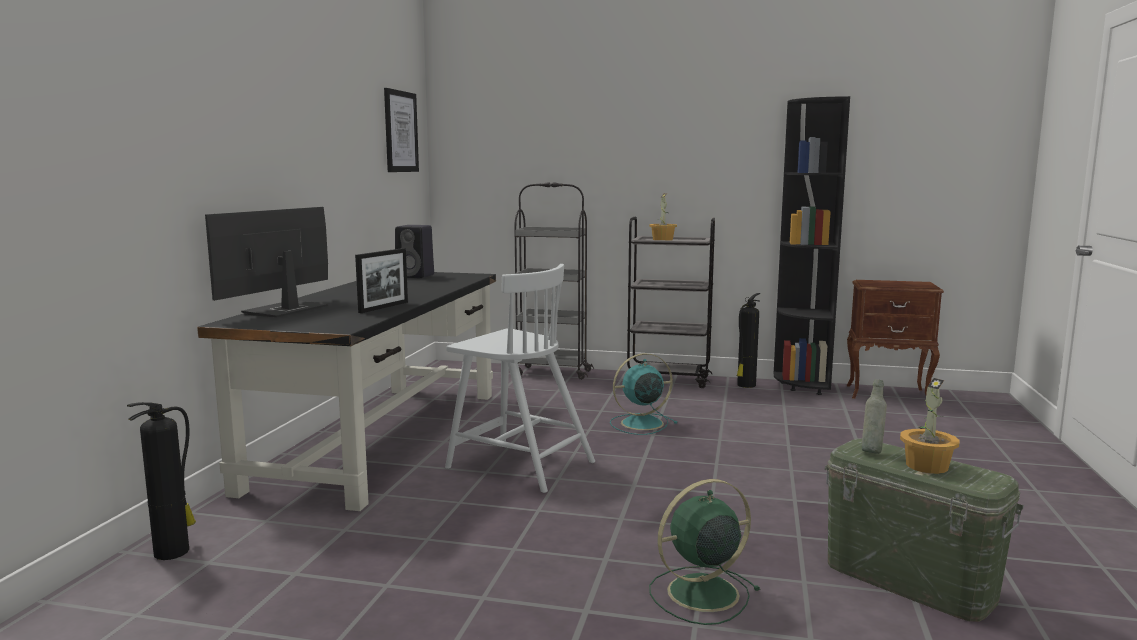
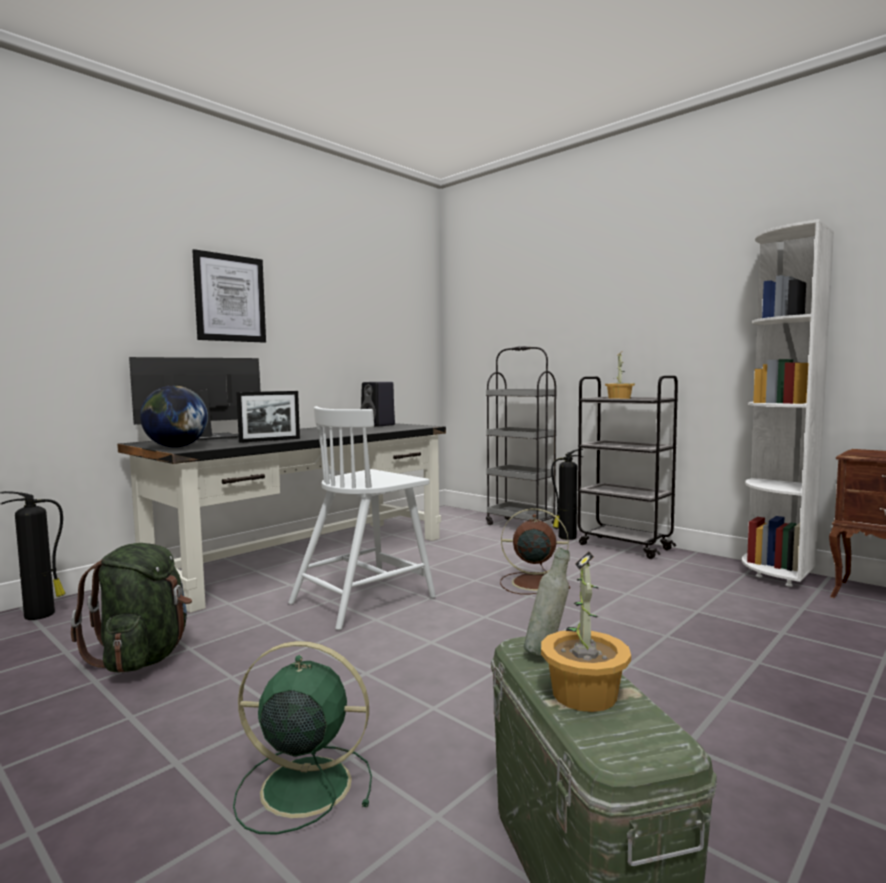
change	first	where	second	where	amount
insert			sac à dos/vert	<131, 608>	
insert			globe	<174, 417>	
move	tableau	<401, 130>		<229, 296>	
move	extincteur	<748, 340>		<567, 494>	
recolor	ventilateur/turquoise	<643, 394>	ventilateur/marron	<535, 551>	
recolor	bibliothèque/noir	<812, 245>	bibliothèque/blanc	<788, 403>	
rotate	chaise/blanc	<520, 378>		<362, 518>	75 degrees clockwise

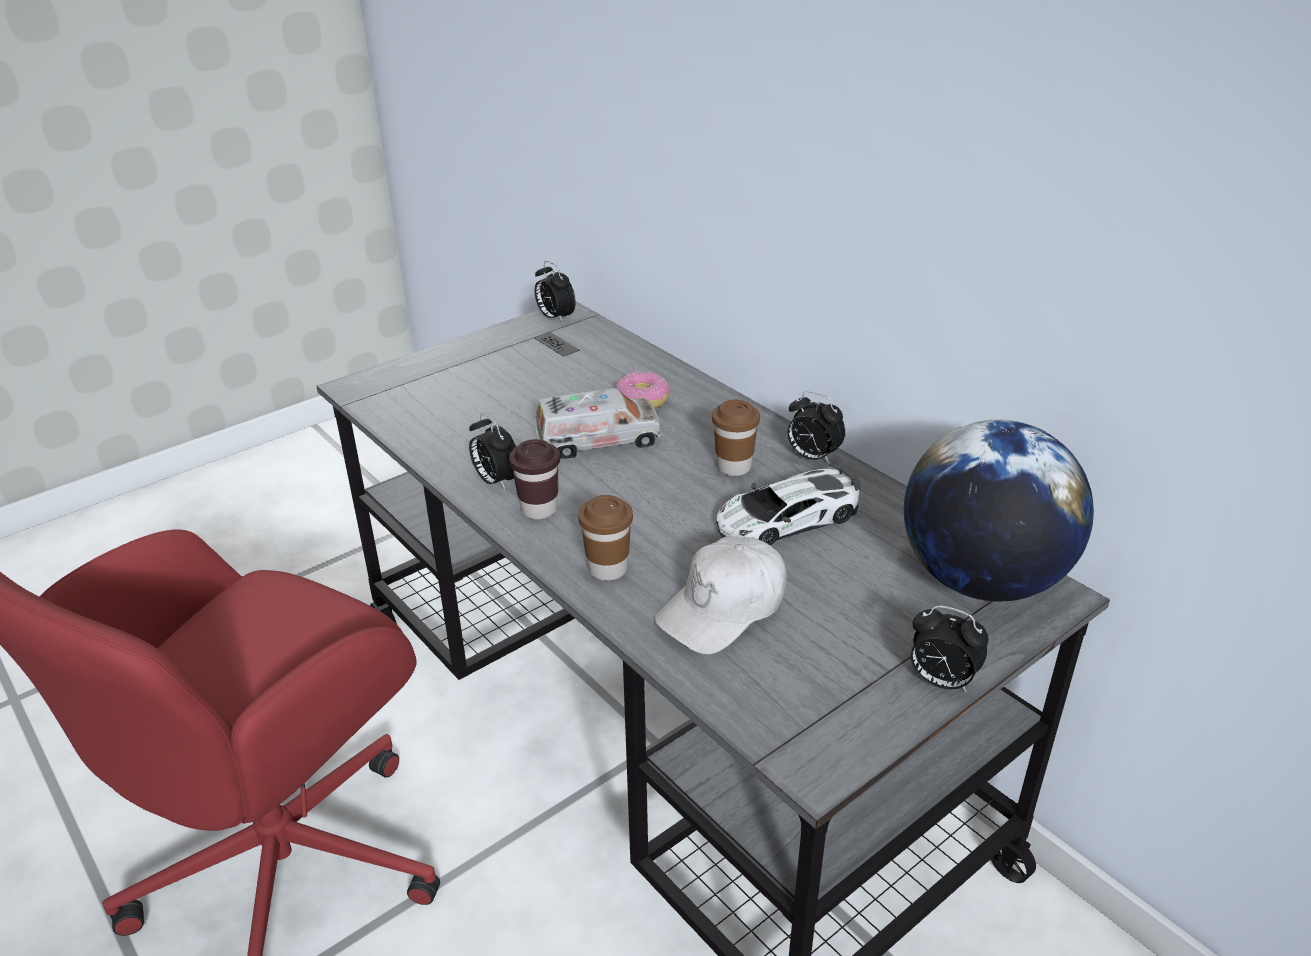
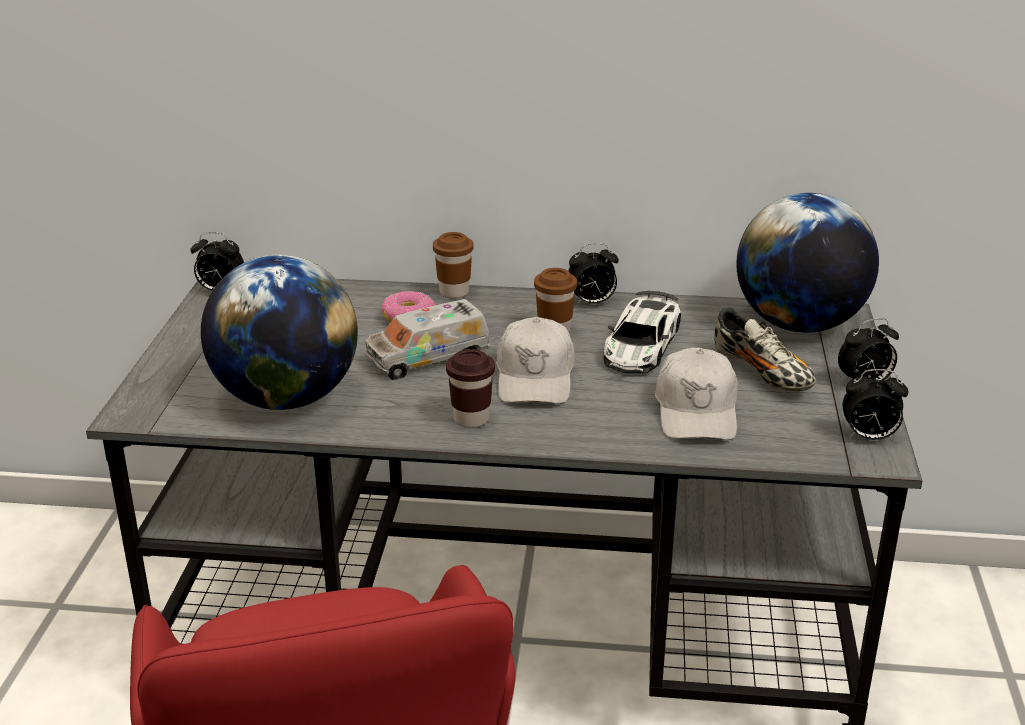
change	first	where	second	where	amount
insert			globe	<279, 332>	
insert			casquette/blanc	<535, 360>	
insert			chaussure	<765, 349>	
move	réveil	<492, 452>		<875, 404>	
move	tasse/marron	<605, 538>		<453, 265>	
rotate	camion jouet	<598, 423>		<427, 339>	150 degrees counterclockwise

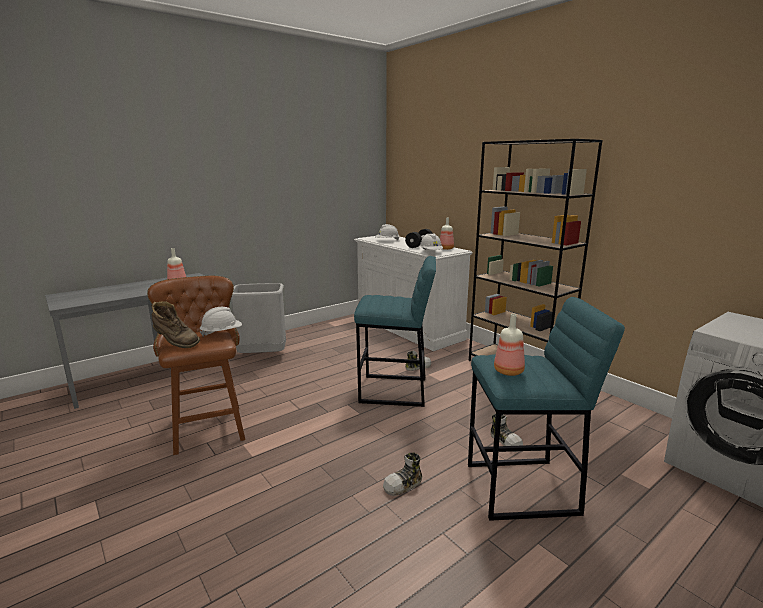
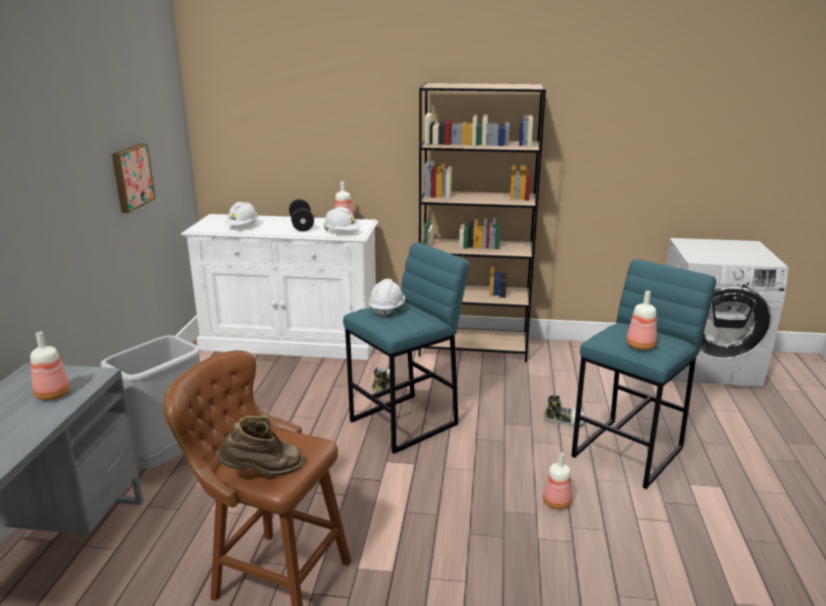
change	first	where	second	where	amount
insert			tableau	<134, 178>	
move	casque de chantier/blanc	<221, 322>		<387, 298>	
replace	chaussure	<402, 474>	bouteille	<557, 481>	

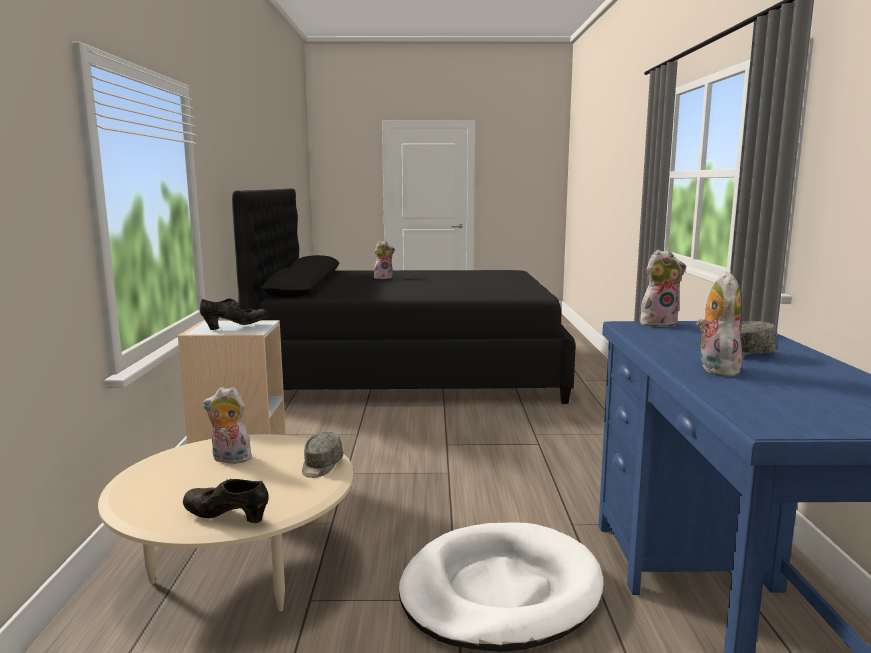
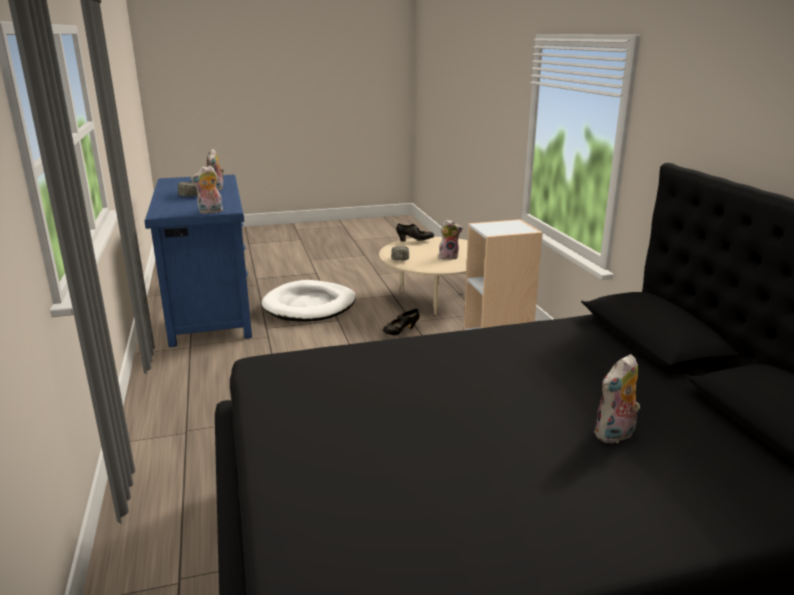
change	first	where	second	where	amount
move	chaussure/noir	<235, 314>		<401, 321>	

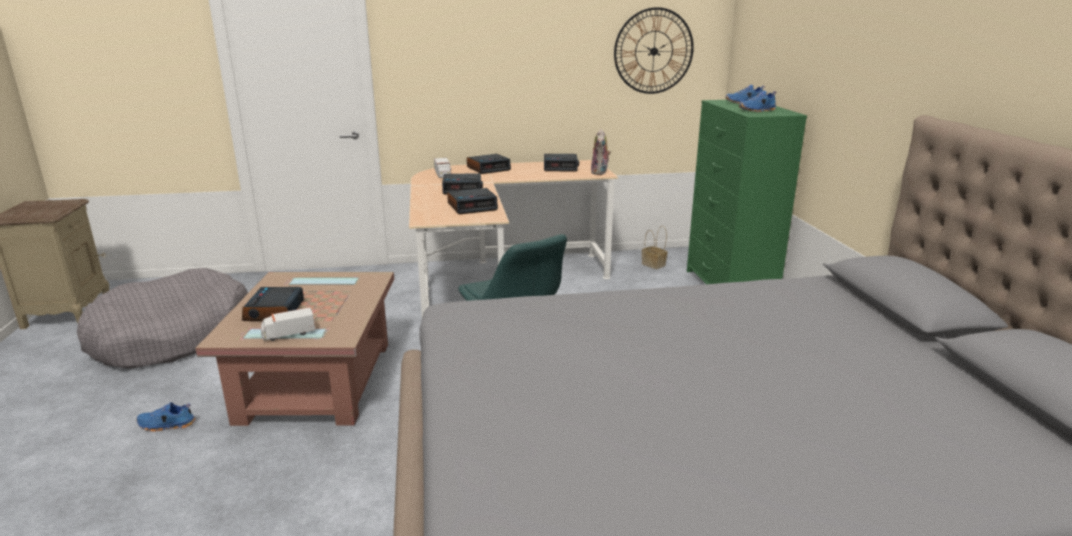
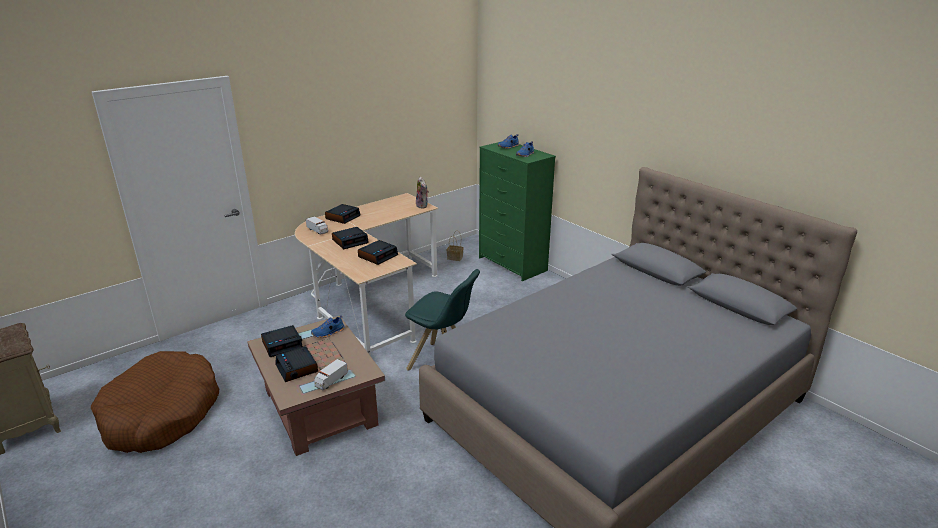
change	first	where	second	where	amount
delete	horloge murale	<654, 50>			
move	chaussure/bleu	<166, 417>		<328, 326>	
move	réveil	<561, 162>		<282, 341>	
recolor	panier pour chien/gris	<162, 318>	panier pour chien/marron	<155, 402>	

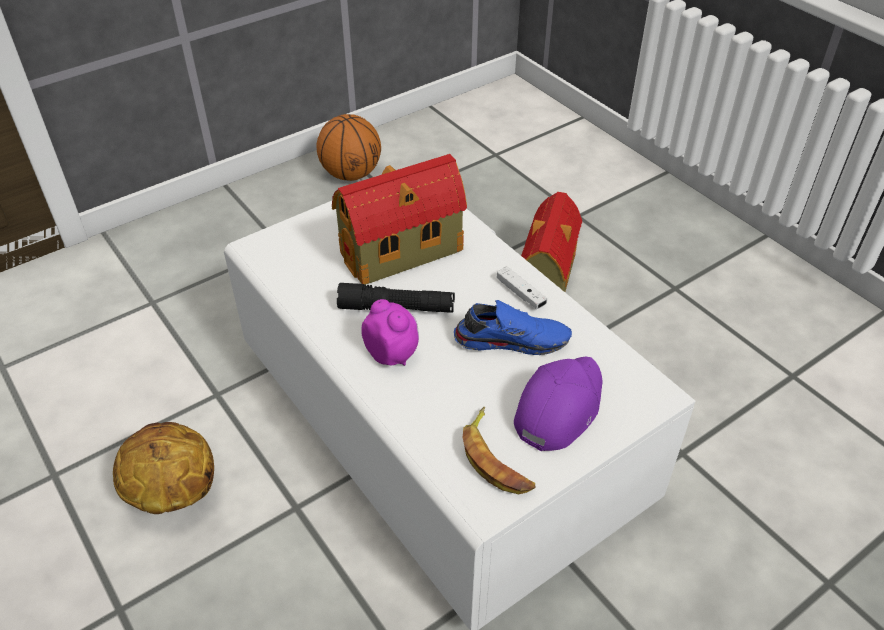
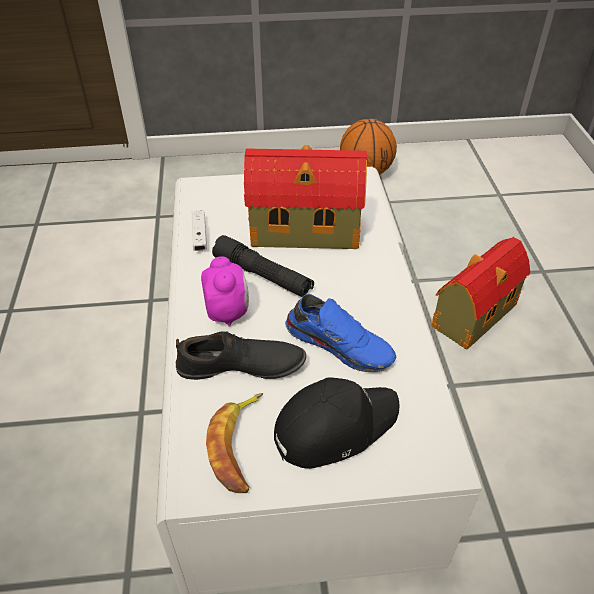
change	first	where	second	where	amount
delete	ballon de basket	<163, 468>			
insert			chaussure/noir	<241, 355>	
move	manette/blanc	<522, 287>		<199, 230>	
recolor	casquette/violet	<558, 403>	casquette/noir	<337, 423>	

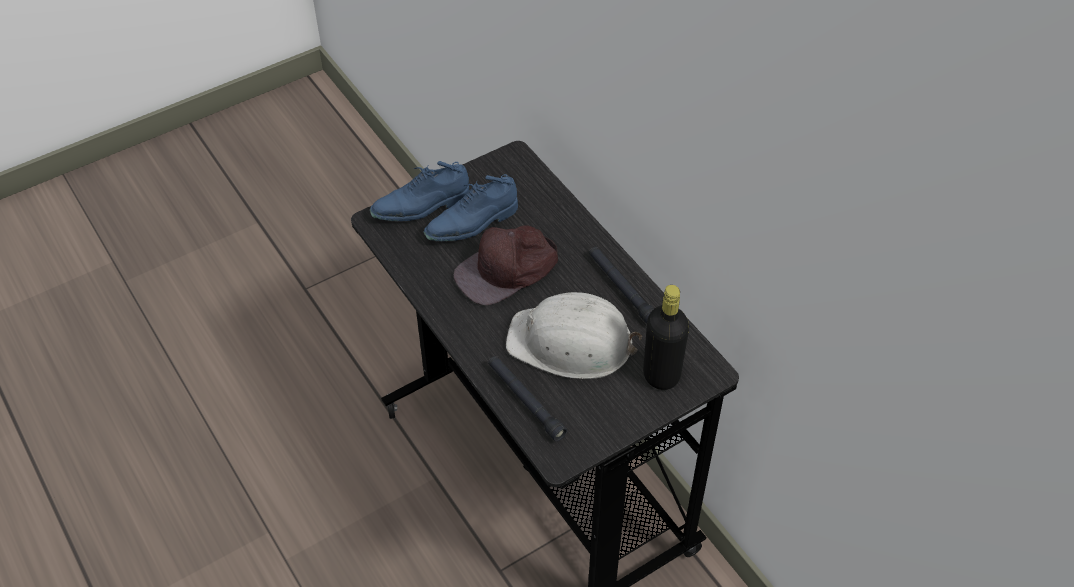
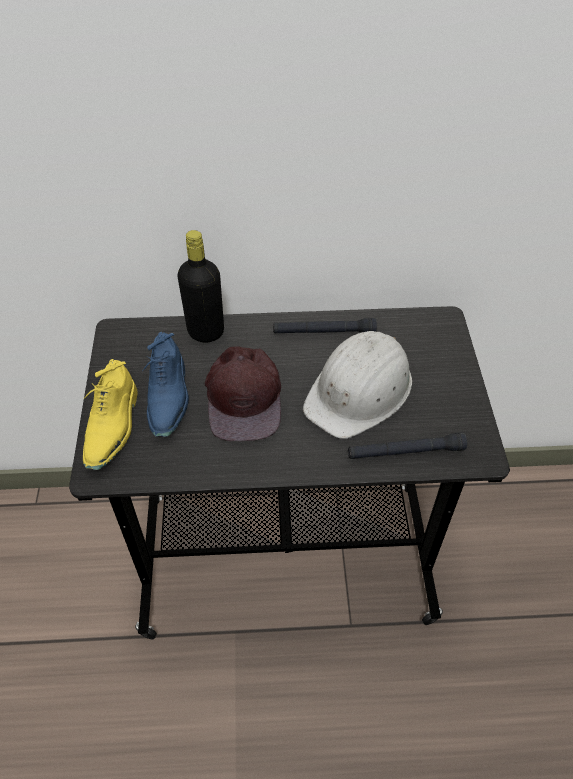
change	first	where	second	where	amount
move	bouteille/noir	<666, 337>		<201, 286>	
recolor	chaussure/bleu	<419, 191>	chaussure/jaune	<110, 414>	

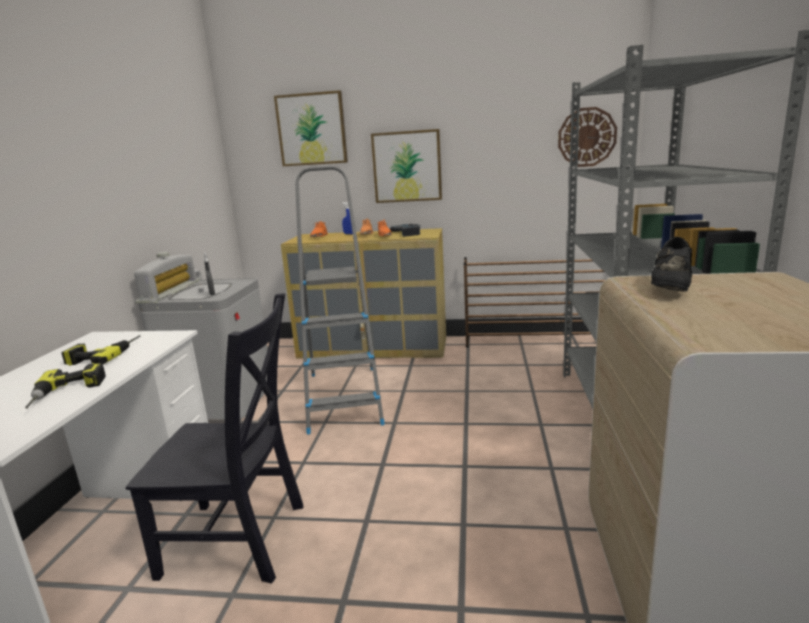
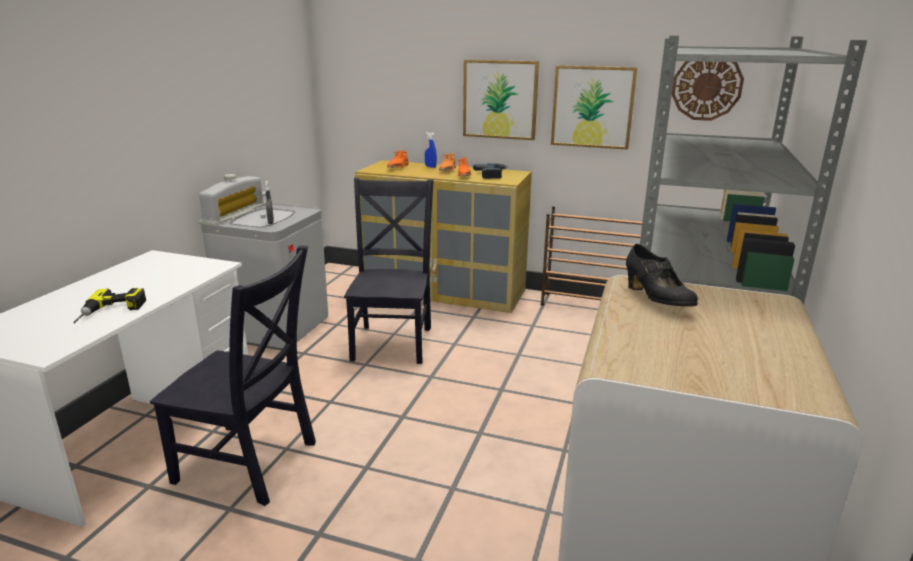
change	first	where	second	where	amount
delete	perceuse	<100, 350>			
move	tableau	<311, 128>		<594, 107>	
replace	escabeau/gris	<340, 300>	chaise/noir	<389, 270>	
rotate	chaussure/noir	<671, 264>		<662, 275>	60 degrees counterclockwise

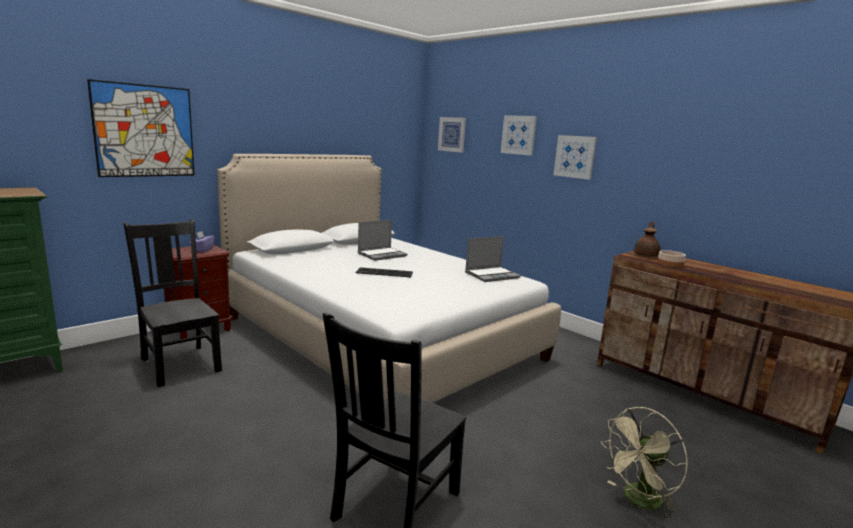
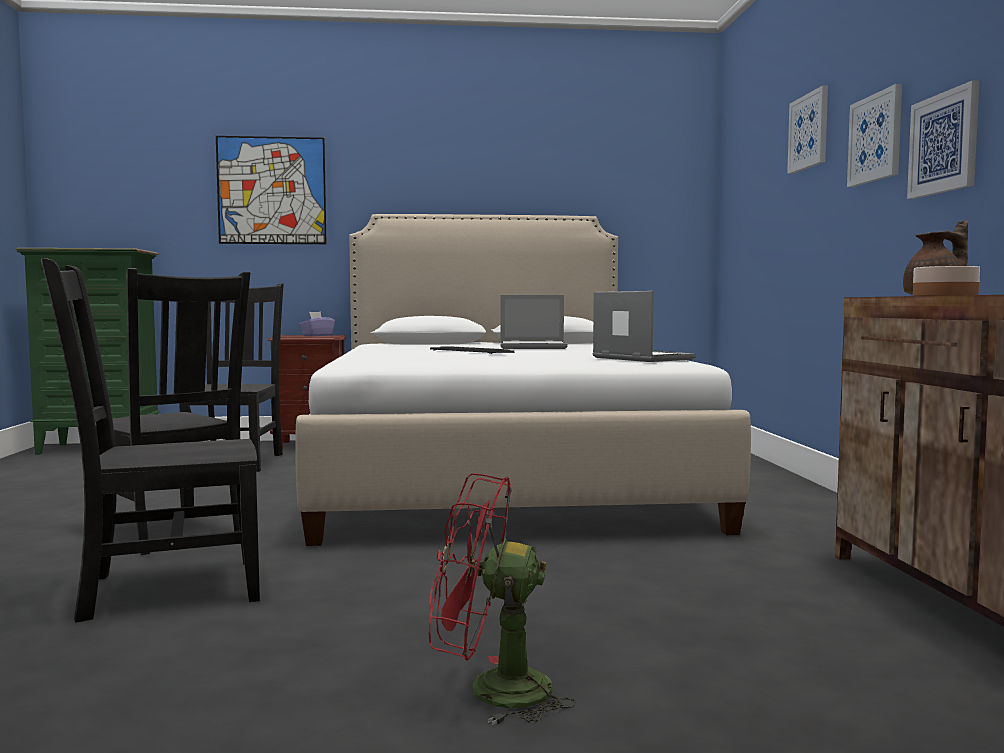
change	first	where	second	where	amount
insert			chaise/noir	<172, 411>	
move	tableau	<452, 135>		<943, 139>	
recolor	ventilateur/beige	<644, 463>	ventilateur/rouge	<502, 599>	
rotate	ordinateur portable	<493, 259>		<644, 326>	135 degrees counterclockwise

